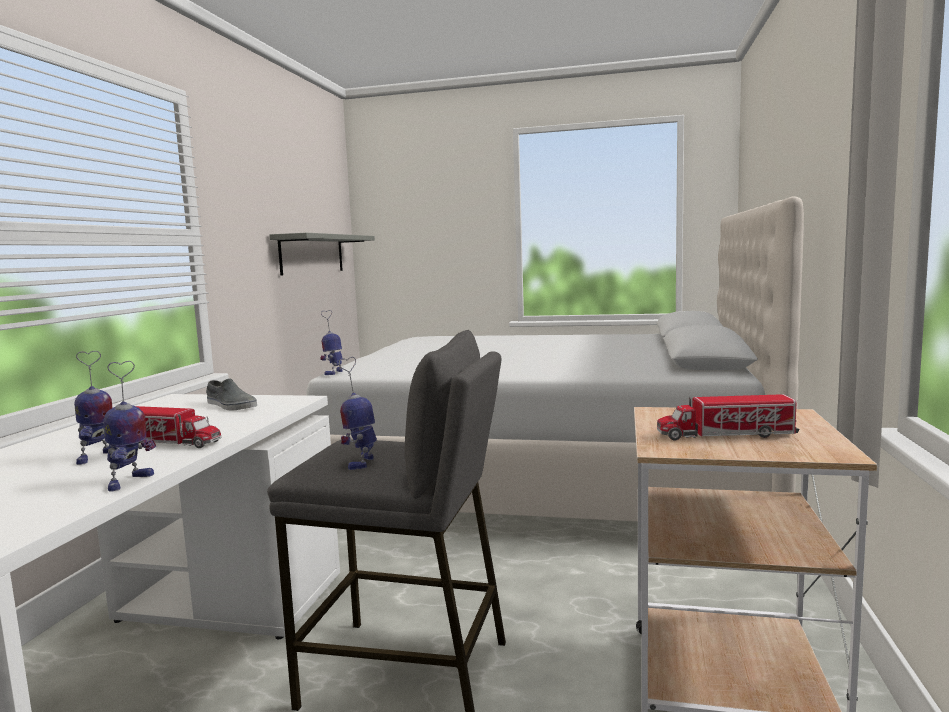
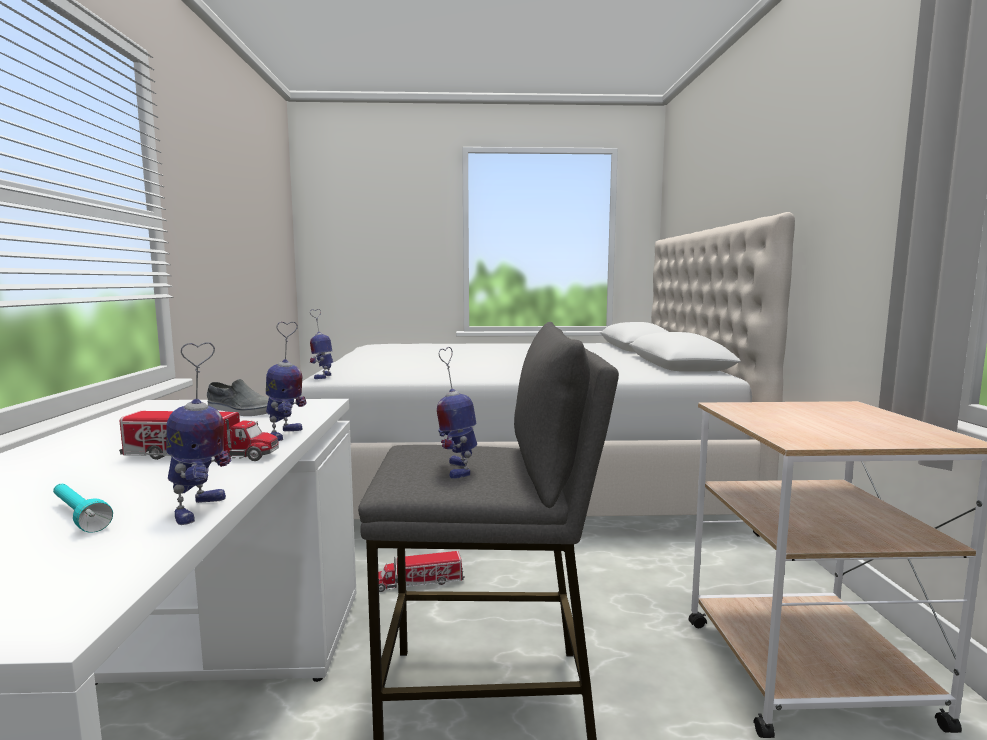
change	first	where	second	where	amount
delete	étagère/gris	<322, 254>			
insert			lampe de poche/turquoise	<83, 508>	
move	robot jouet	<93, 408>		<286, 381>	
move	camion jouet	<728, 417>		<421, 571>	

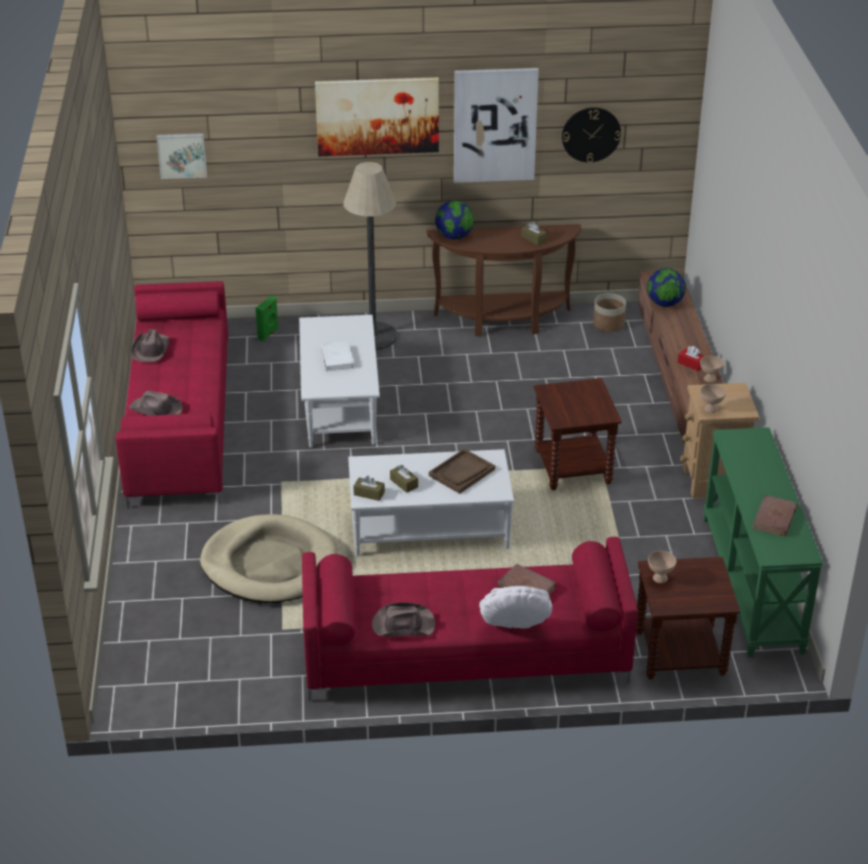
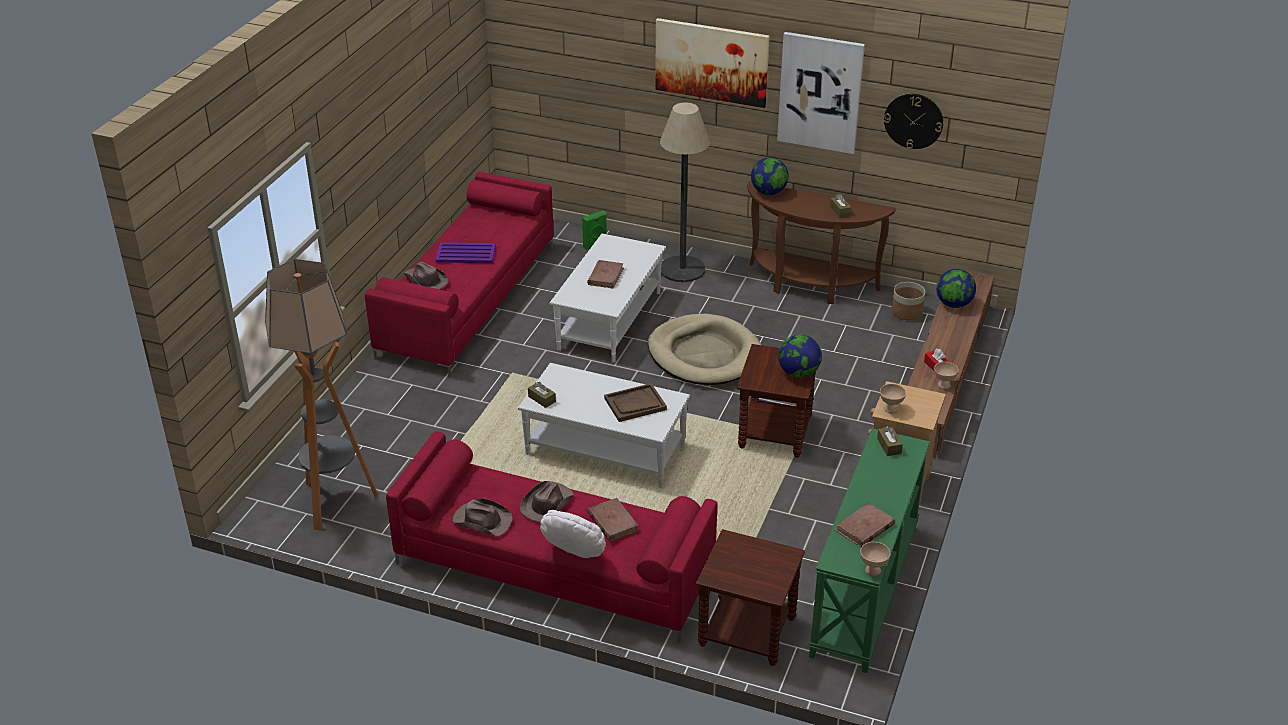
change	first	where	second	where	amount
delete	tableau	<181, 156>			
insert			lampadaire	<321, 395>	
insert			plateau/violet	<465, 252>	
insert			globe	<800, 356>	
move	chapeau/marron	<151, 346>		<547, 501>	
move	panier pour chien/beige	<269, 558>		<704, 349>	
move	boîte à mouchoirs/marron	<404, 479>		<890, 441>	
move	bol/beige	<662, 567>		<875, 559>	
recolor	livre/blanc	<337, 356>	livre/marron	<605, 274>	

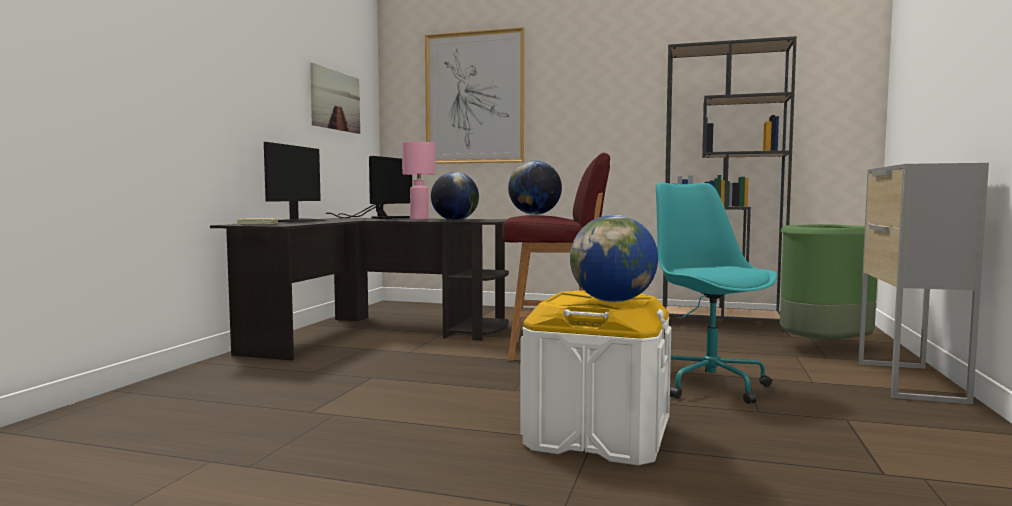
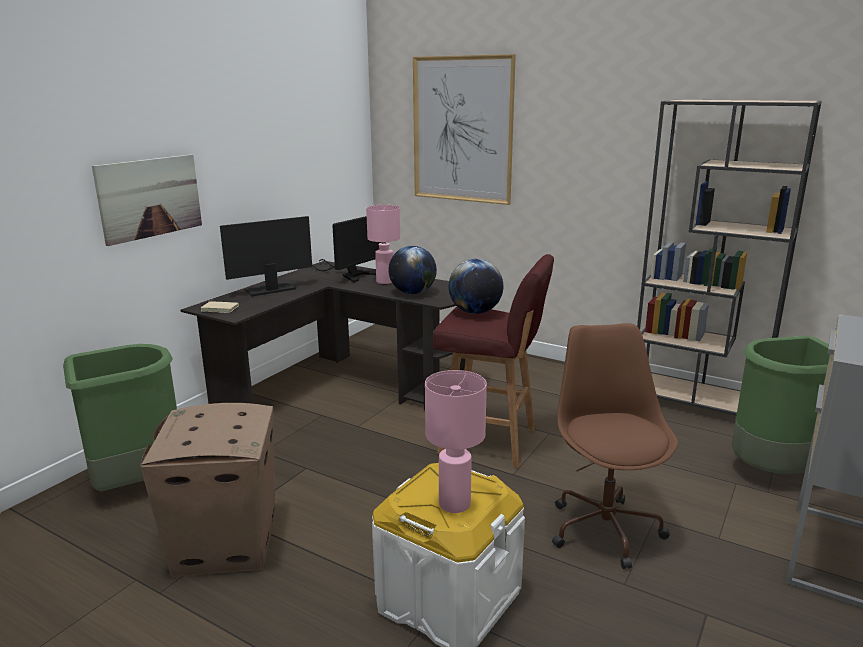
change	first	where	second	where	amount
insert			poubelle/vert	<120, 418>	
insert			carton	<207, 490>	
move	tableau	<335, 98>		<147, 200>	
replace	globe	<614, 258>	lampe de table/rose	<456, 441>	
recolor	chaise de bureau/turquoise	<716, 293>	chaise de bureau/marron	<615, 446>	
rotate	écran d'ordinateur	<295, 182>		<266, 256>	150 degrees counterclockwise

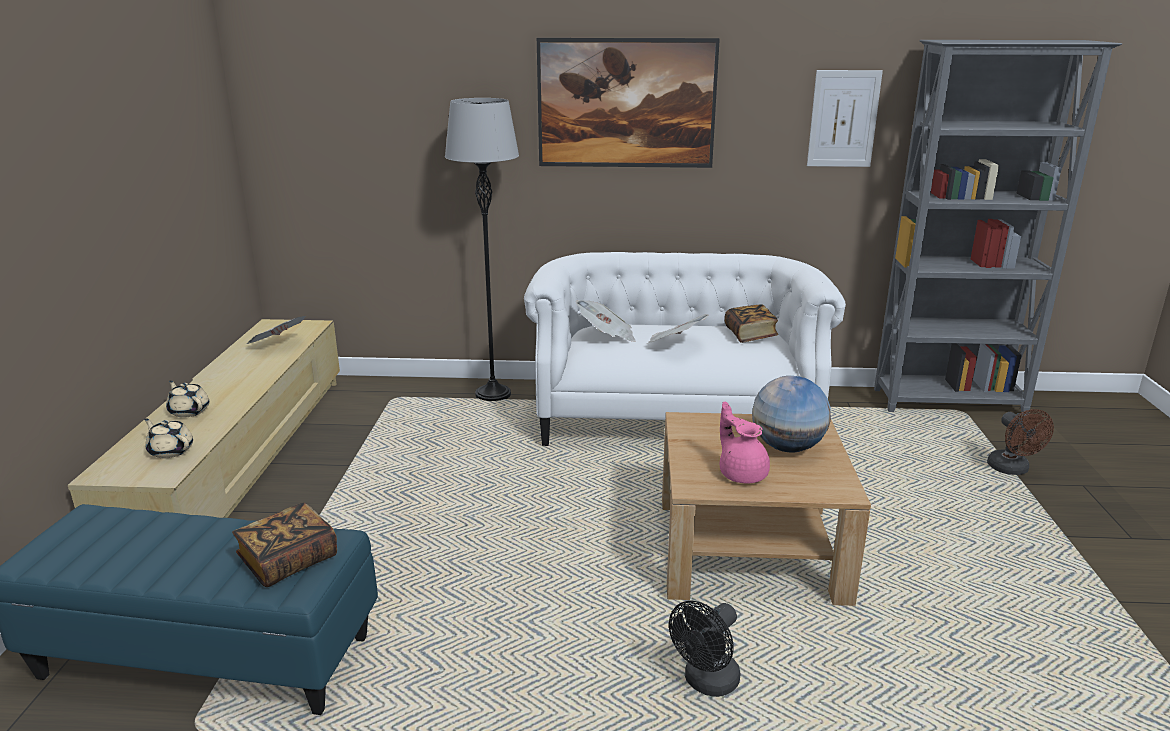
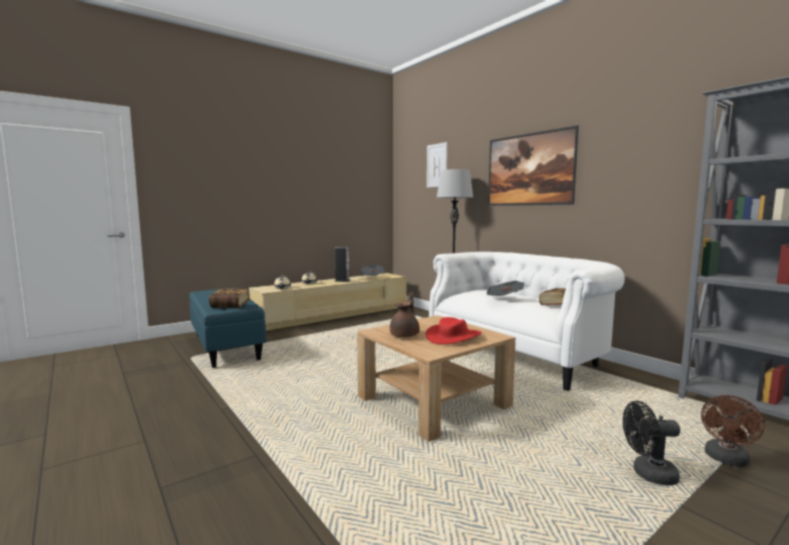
change	first	where	second	where	amount
delete	journal	<606, 321>			
insert			enceinte	<342, 264>	
move	ventilateur/noir	<705, 649>		<651, 443>	
move	tableau	<845, 118>		<437, 165>	
replace	globe	<791, 414>	chapeau/rouge	<454, 330>	
recolor	théière/rose	<745, 442>	théière/marron	<405, 314>	

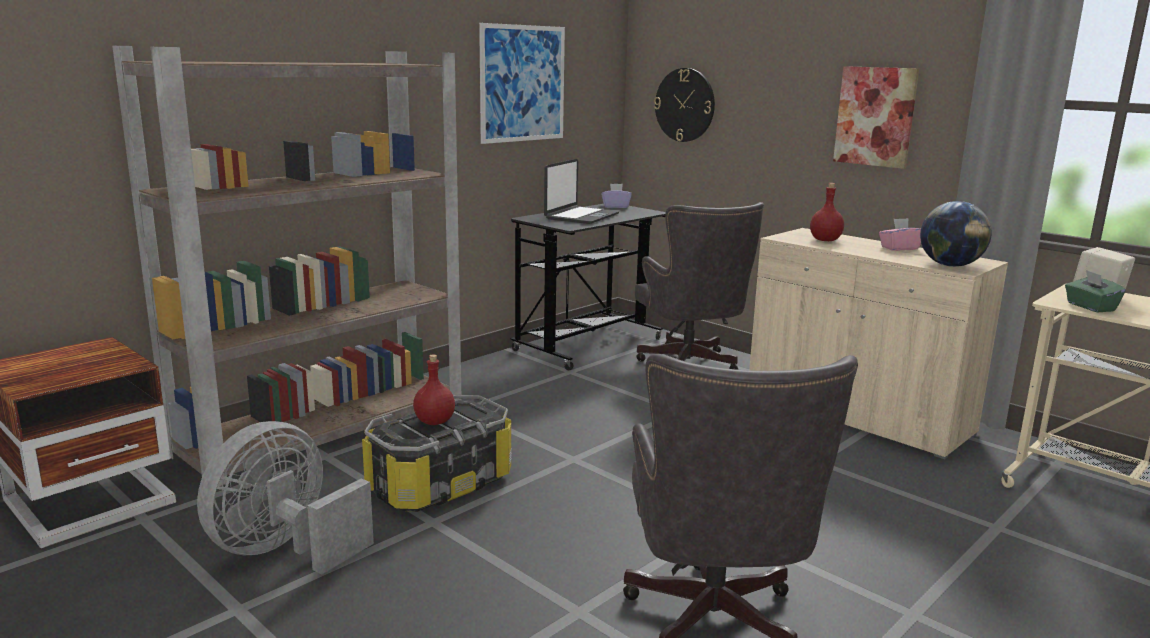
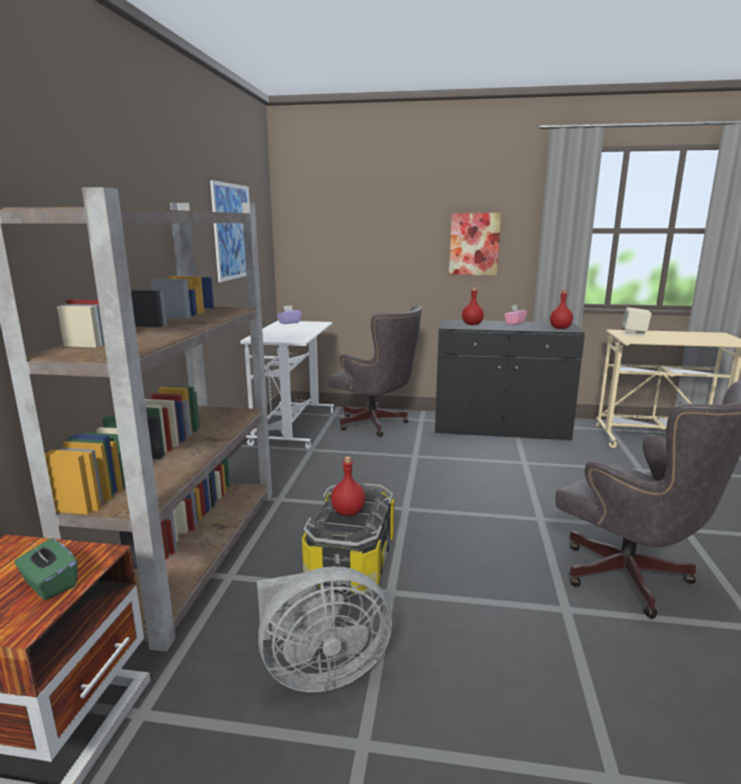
change	first	where	second	where	amount
delete	ordinateur portable	<581, 191>			
delete	horloge murale	<684, 105>			
move	boîte à mouchoirs/vert	<1095, 291>		<45, 569>	
replace	globe	<956, 234>	bouteille/rouge	<561, 309>	
recolor	bureau/noir	<588, 287>	bureau/blanc	<287, 385>	
recolor	meuble de rangement/beige	<878, 343>	meuble de rangement/noir	<510, 380>	
rotate	ventilateur/gris	<285, 498>		<324, 629>	105 degrees counterclockwise

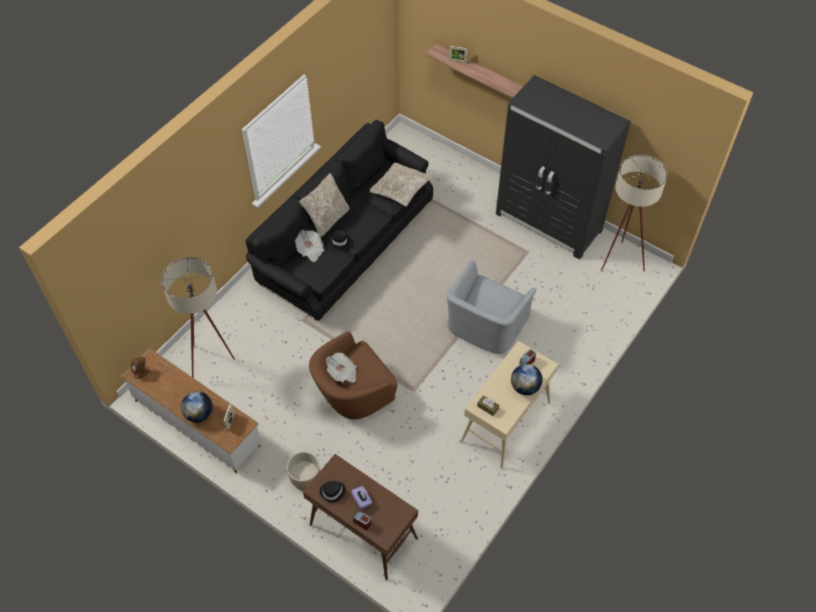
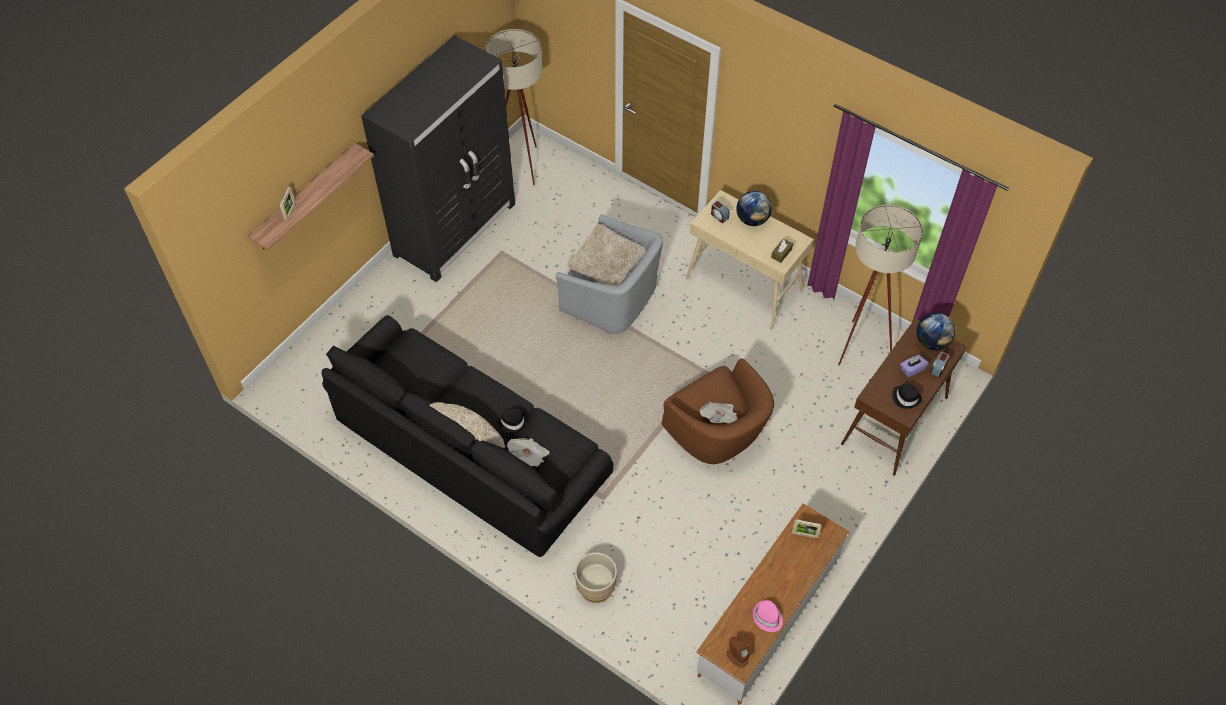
change	first	where	second	where	amount
insert			chapeau/rose	<767, 616>	
move	lampadaire/beige	<198, 317>		<880, 285>	
move	globe	<197, 407>		<936, 331>	
move	cache-pot/beige	<303, 471>		<596, 577>	
move	coussin/beige	<401, 185>		<606, 255>	

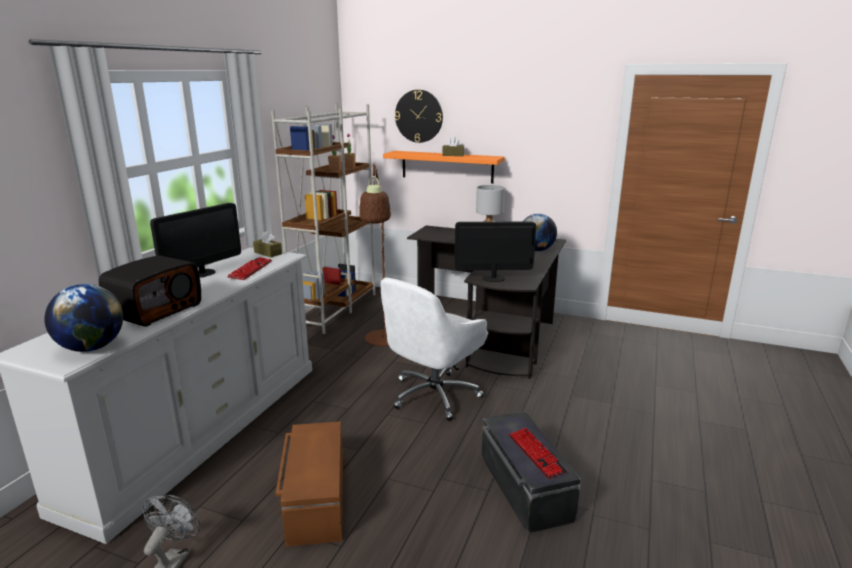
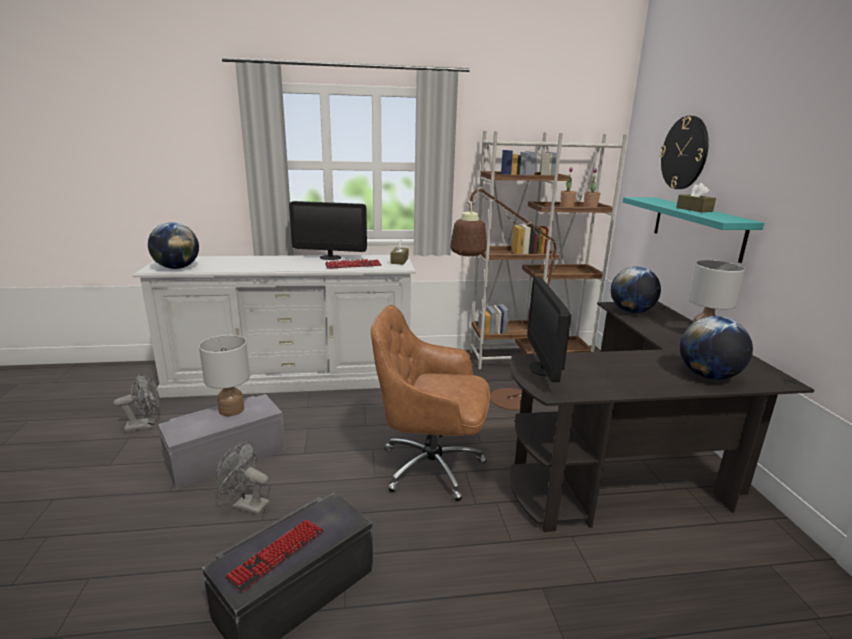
change	first	where	second	where	amount
delete	radio	<150, 291>			
insert			lampe de table/gris	<224, 375>	
insert			ventilateur/gris	<243, 478>	
insert			globe	<636, 290>	
recolor	boîte de rangement/marron	<309, 484>	boîte de rangement/gris	<222, 441>	
recolor	chaise de bureau/blanc	<434, 349>	chaise de bureau/marron	<430, 403>	
recolor	étagère/orange	<444, 167>	étagère/turquoise	<693, 230>	
rotate	écran d'ordinateur	<495, 251>		<549, 329>	150 degrees counterclockwise

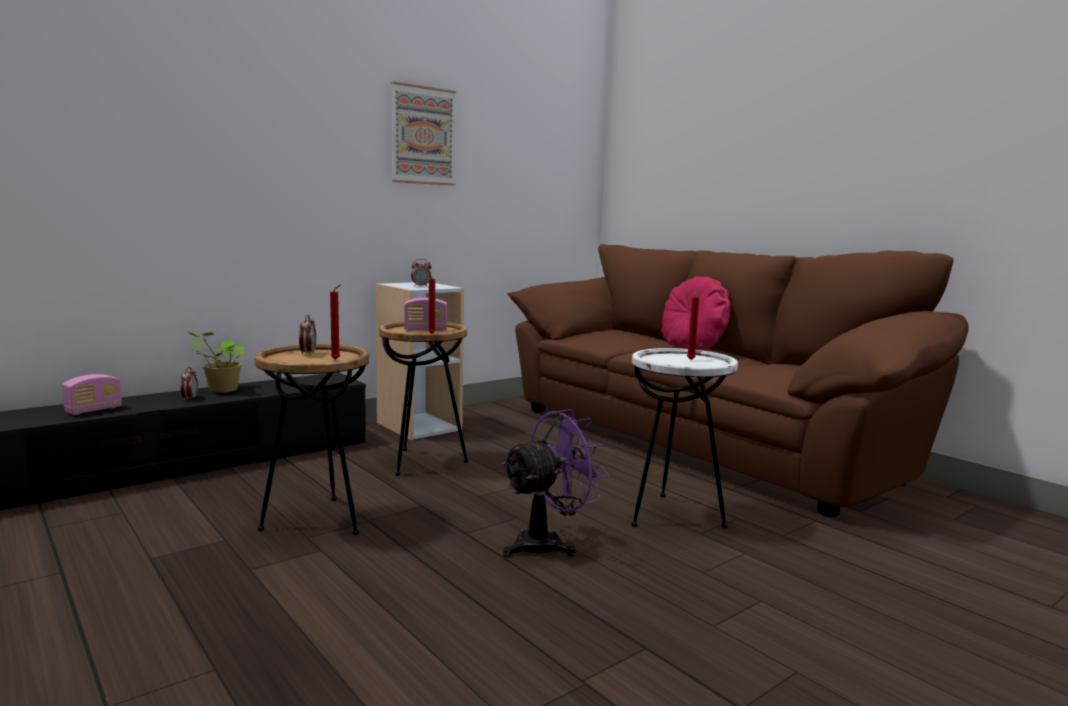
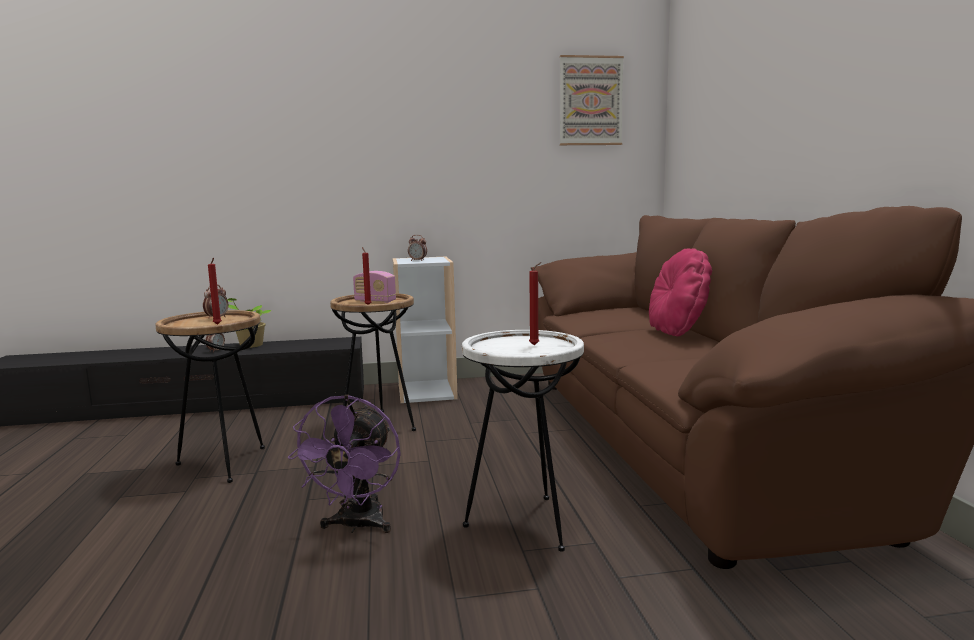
change	first	where	second	where	amount
delete	radio	<92, 394>			
move	tableau	<423, 133>		<592, 100>	
rotate	ventilateur/violet	<555, 483>		<344, 464>	105 degrees clockwise

